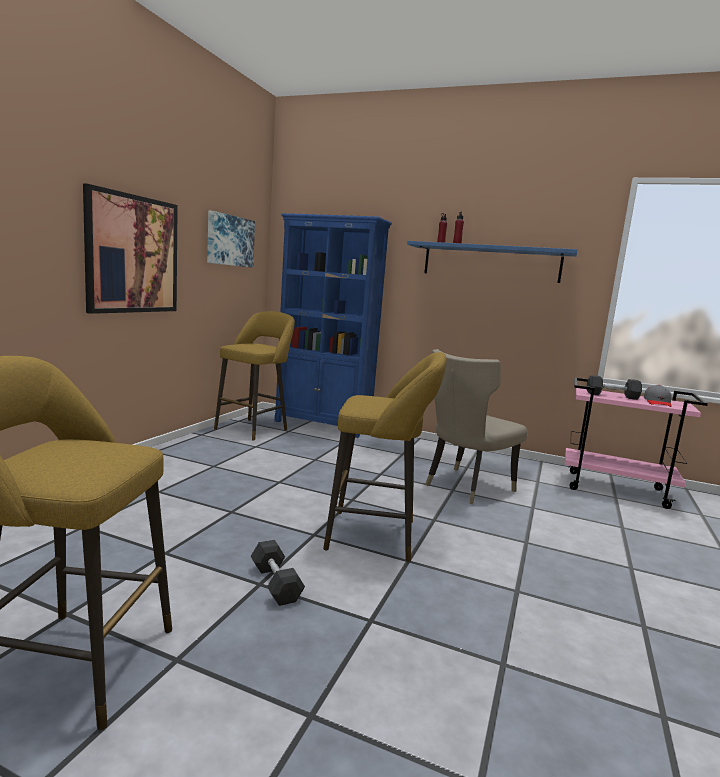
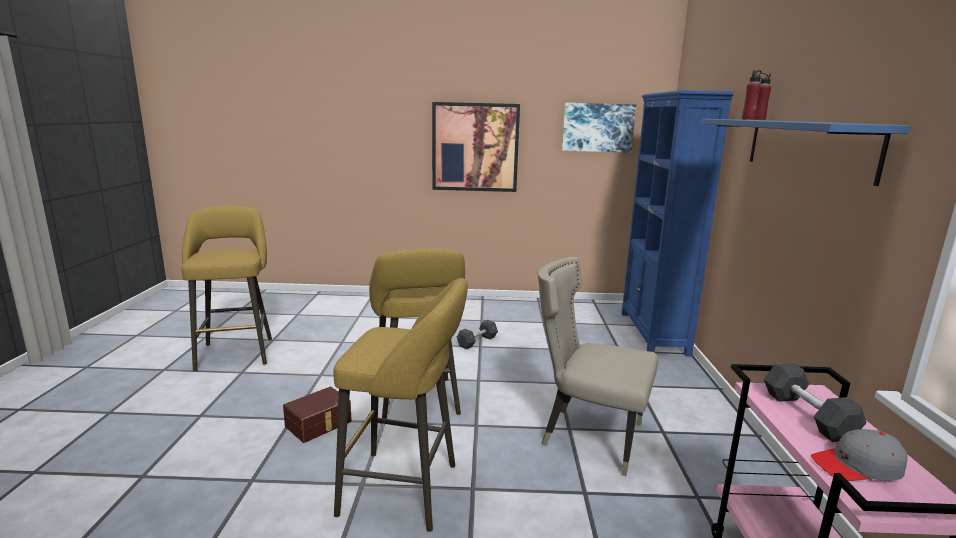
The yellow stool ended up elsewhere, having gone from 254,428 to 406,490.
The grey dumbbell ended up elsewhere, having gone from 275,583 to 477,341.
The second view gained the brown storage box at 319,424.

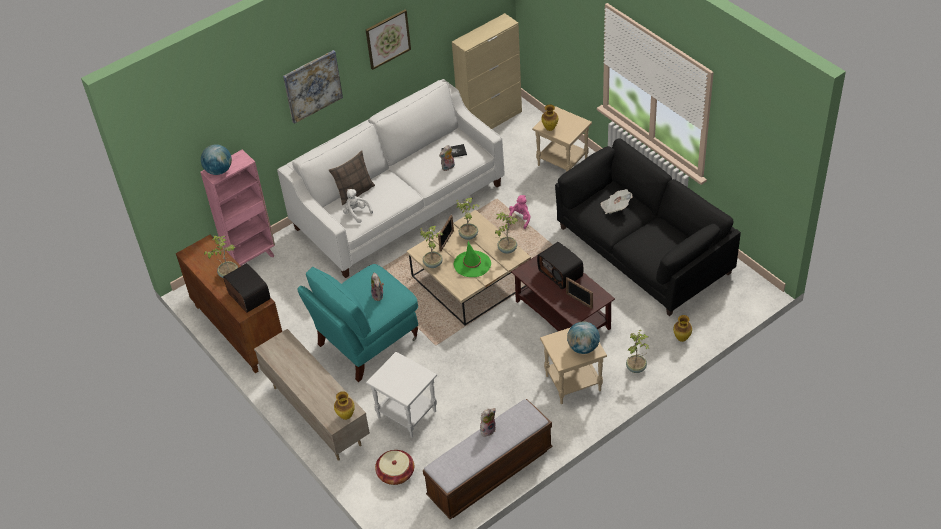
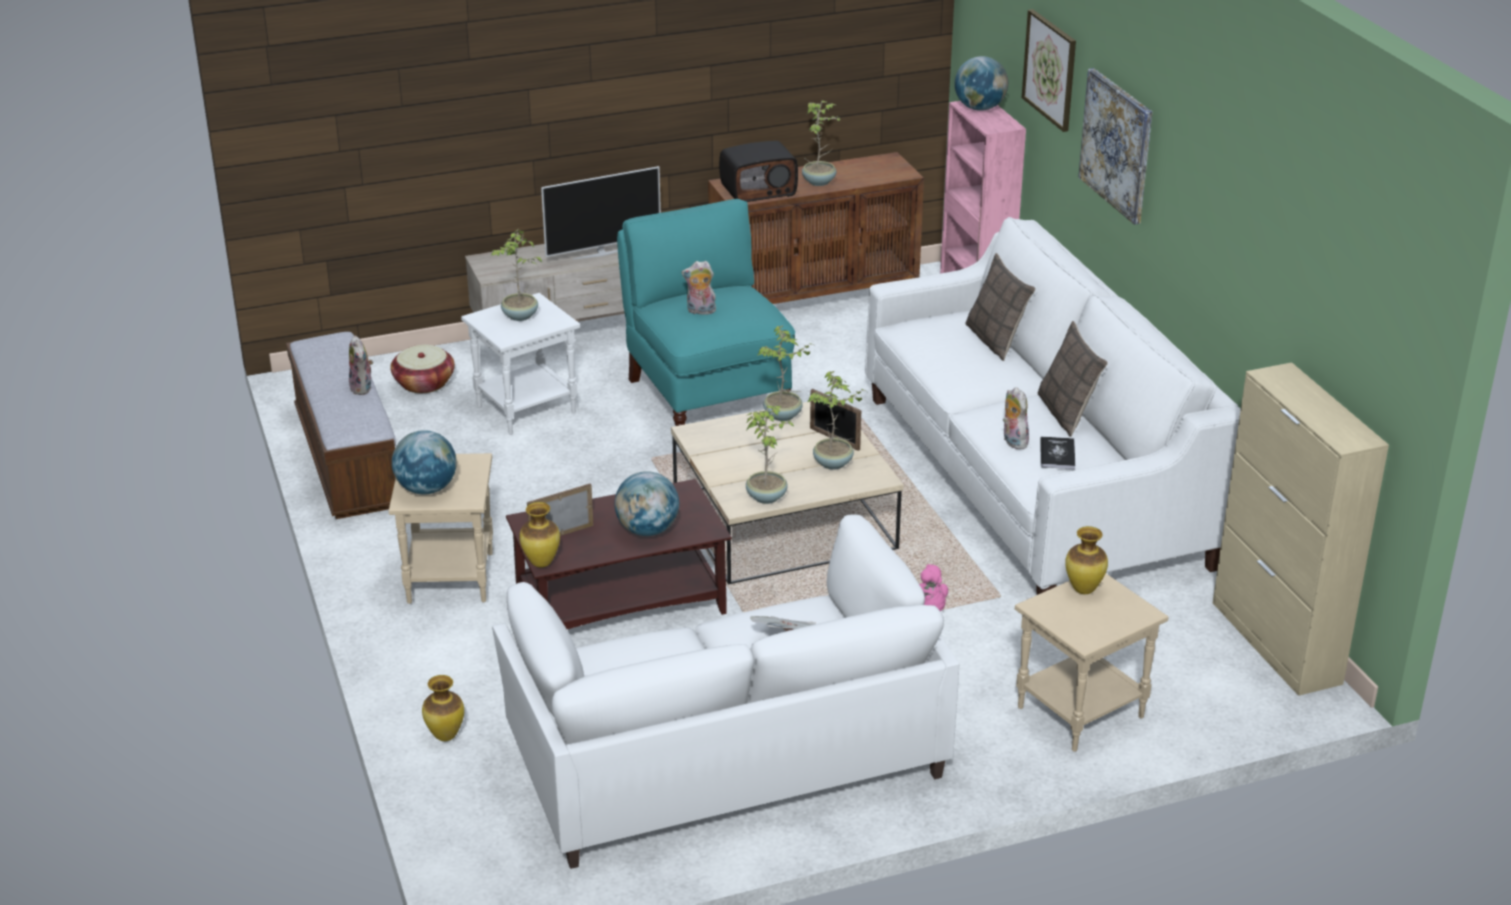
The vase ended up elsewhere, having gone from 346,416 to 541,563.
The second view lost the white plush toy at 356,213.
The picture ended up elsewhere, having gone from 387,39 to 1050,69.
The second view lost the green hat at 472,264.
Where the radio stood at 561,273, the globe came to stand at 647,530.
What was the black sofa at 643,251 turned into the white sofa at 725,755.
The potted plant ended up elsewhere, having gone from 636,368 to 519,316.
The second view gained the television at 602,253.
The second view gained the pillow at 1067,414.

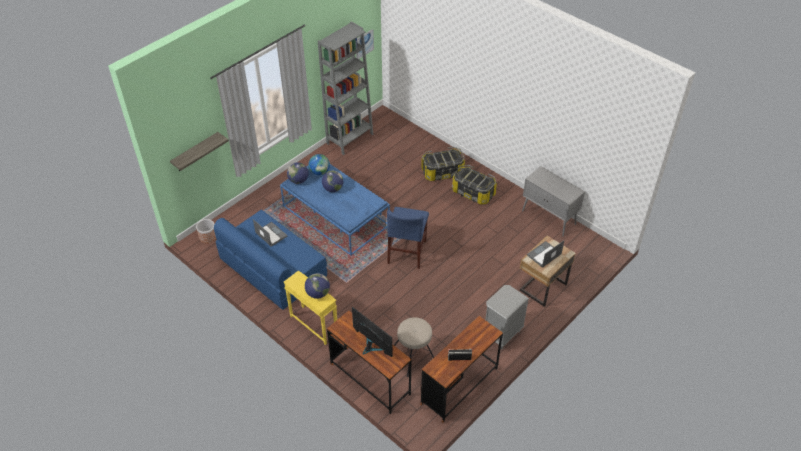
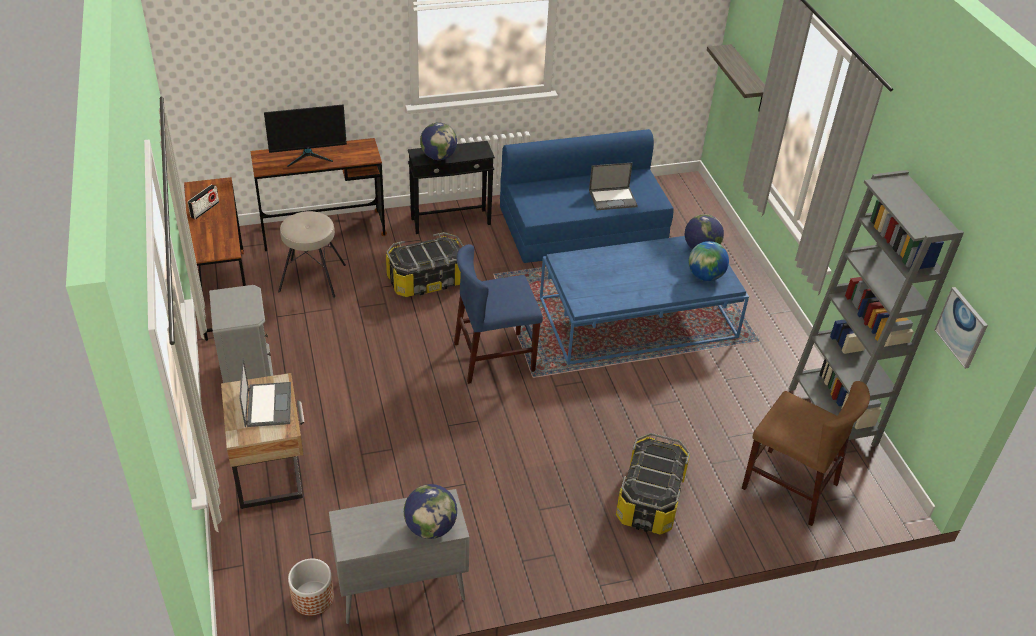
The planter ended up elsewhere, having gone from 208,236 to 313,598.
What was the yellow side table at 314,324 turned into the black side table at 451,221.
The globe ended up elsewhere, having gone from 333,189 to 430,527.
The blue chair at 407,252 ended up facing another way, 60 degrees counterclockwise from before.
The storage box ended up elsewhere, having gone from 473,193 to 426,280.
The second view gained the brown chair at 789,486.

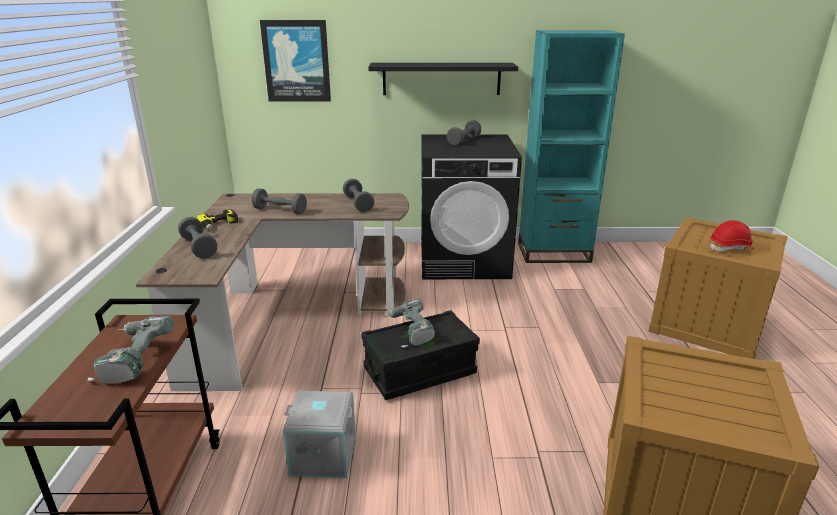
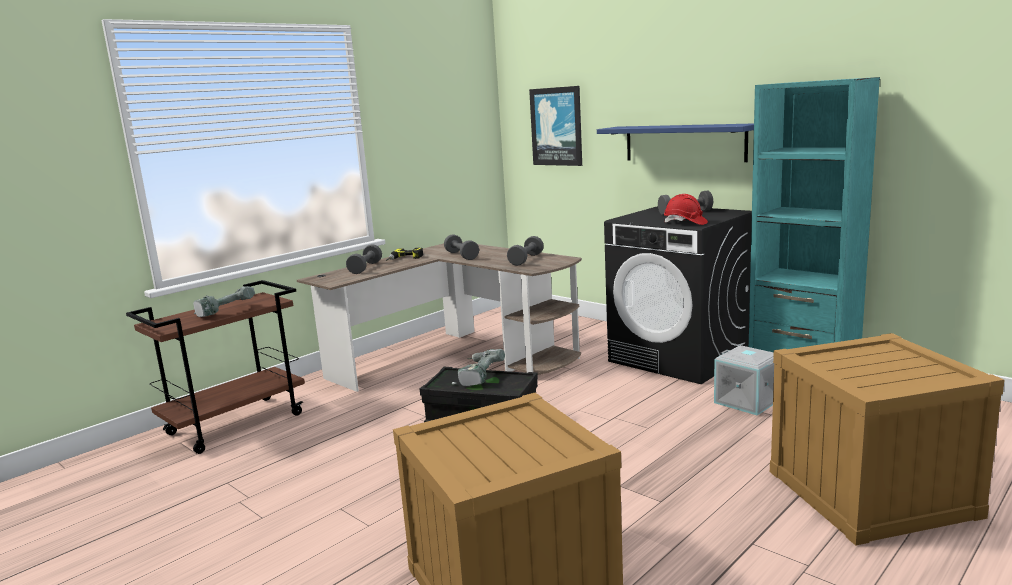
The grey storage box ended up elsewhere, having gone from 324,454 to 748,401.
What was the black shelf at 441,79 turned into the blue shelf at 684,143.
The red hard hat ended up elsewhere, having gone from 731,248 to 685,223.

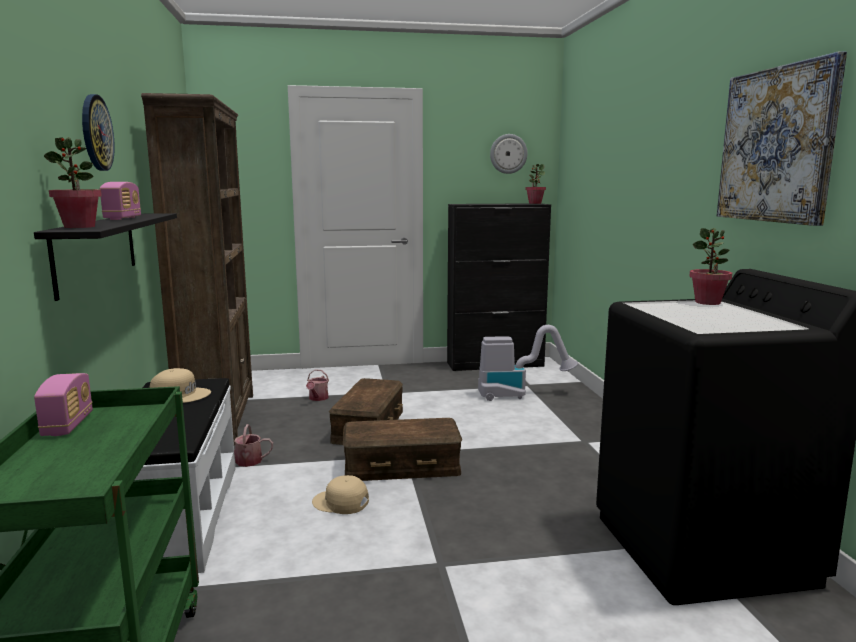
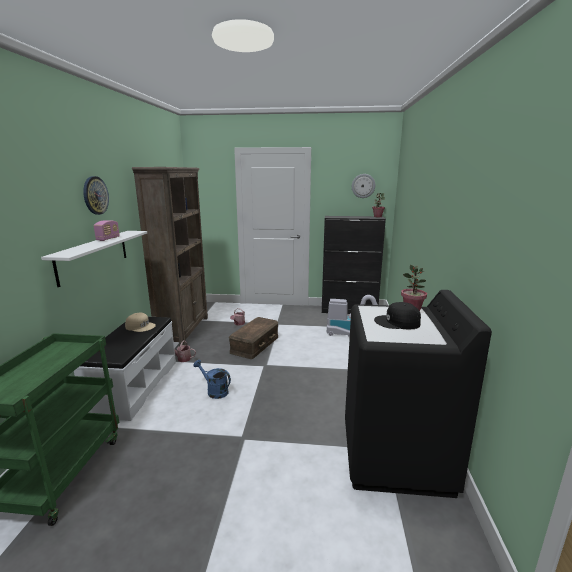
What was the black shelf at 97,250 turned into the white shelf at 94,256.
The second view lost the radio at 68,425.
The second view lost the potted plant at 79,227.
Where the beige cap stood at 340,502, the blue watering can came to stand at 214,391.
The second view lost the brown storage box at 401,466.
The second view lost the picture at 776,145.
The second view gained the black cap at 397,322.

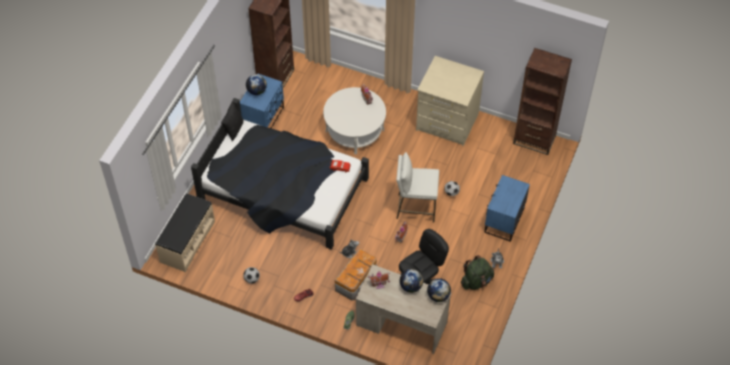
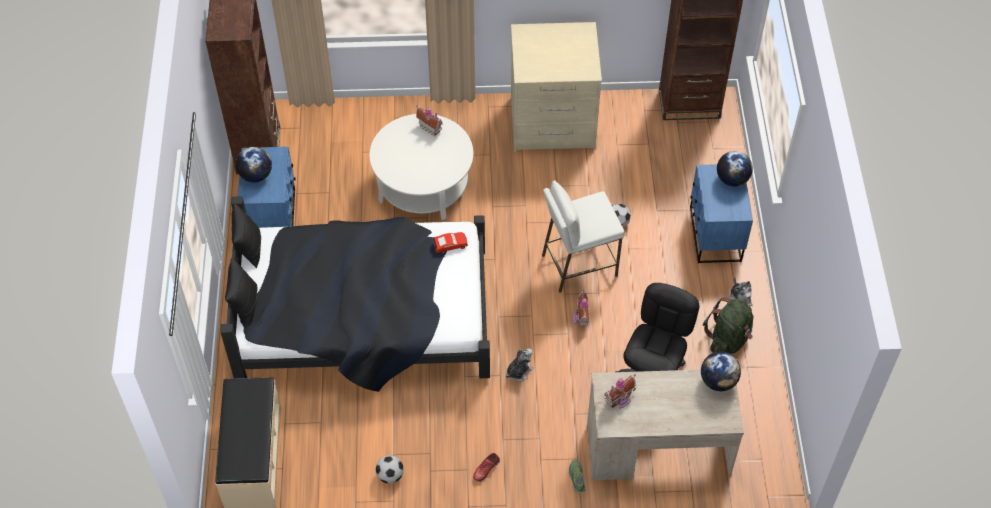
The second view lost the storage box at 356,279.
The globe ended up elsewhere, having gone from 410,286 to 732,179.
The second view gained the black pillow at 245,304.

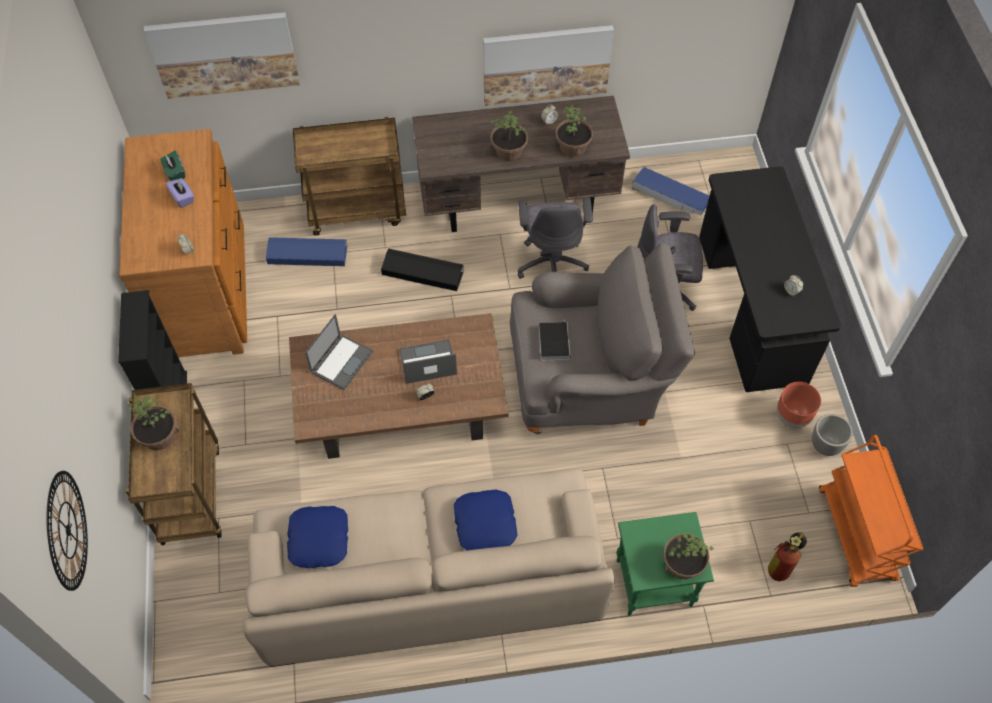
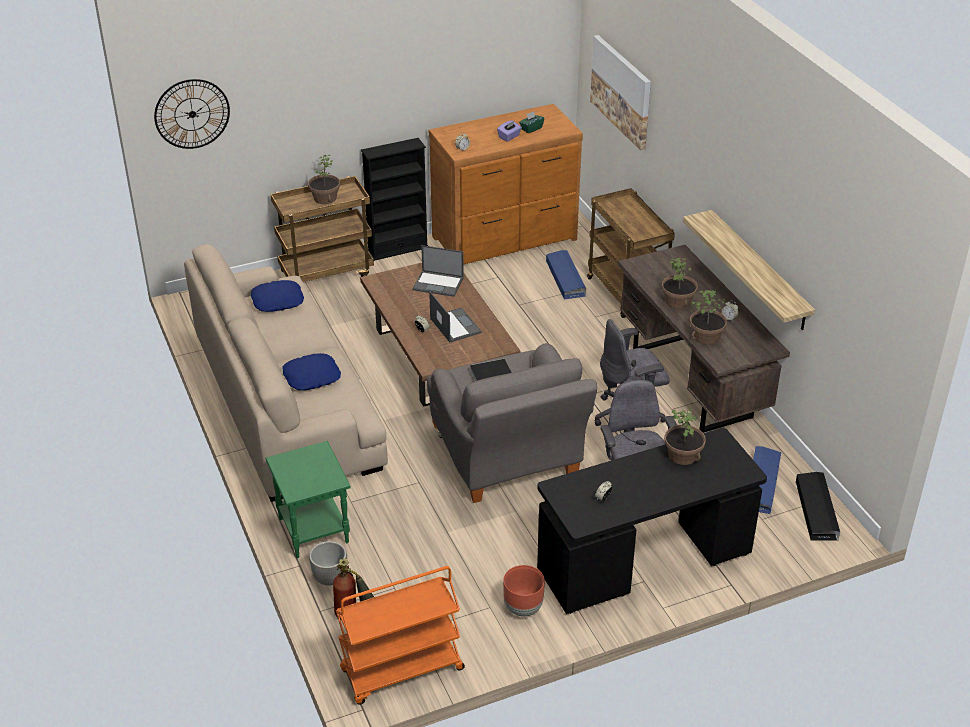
The black storage box ended up elsewhere, having gone from 422,273 to 816,510.
Where the picture hung at 546,64, the shelf came to hang at 759,270.
The potted plant ended up elsewhere, having gone from 682,563 to 683,455.
The planter ended up elsewhere, having gone from 825,445 to 330,578.

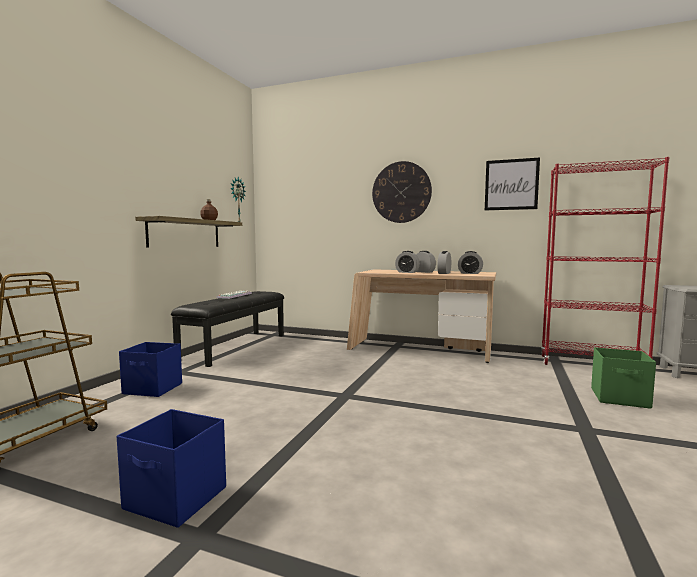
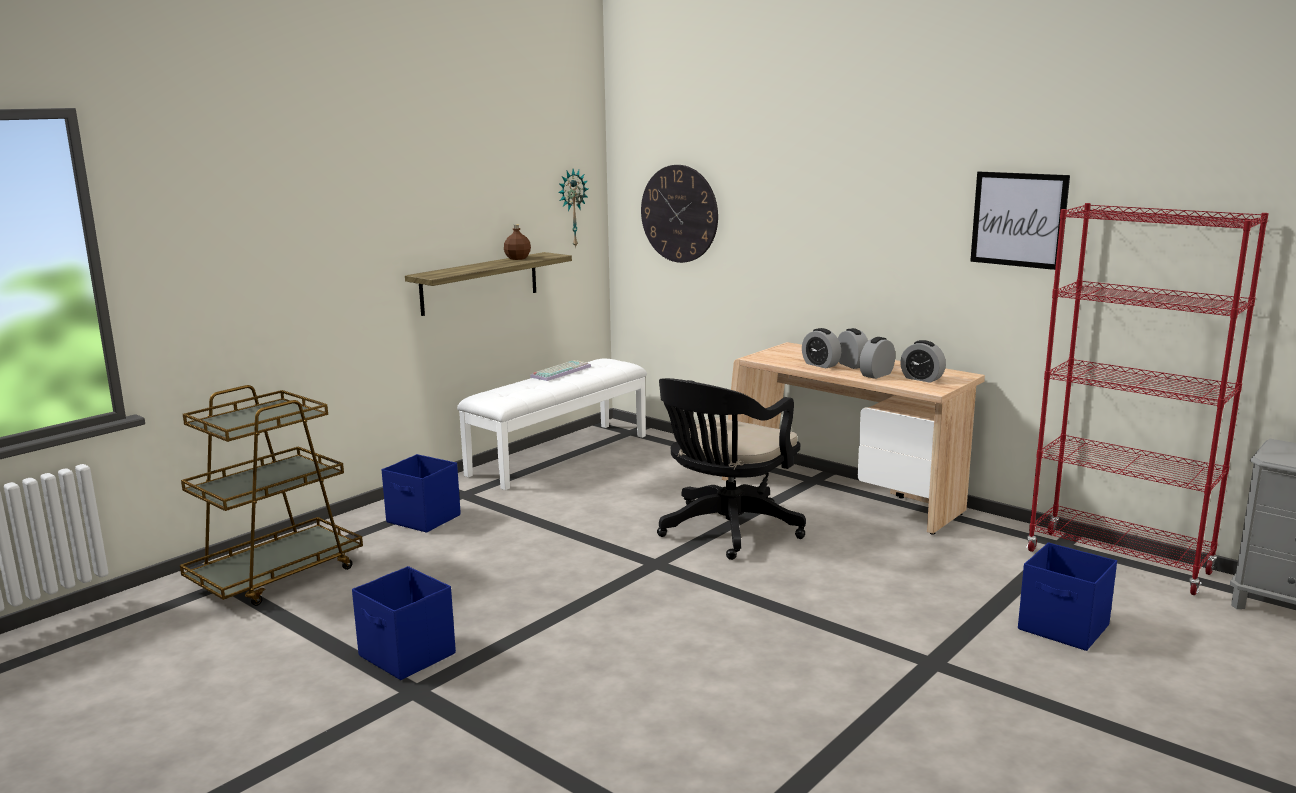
What was the black bench at 235,347 turned into the white bench at 558,454.
The wall clock ended up elsewhere, having gone from 401,192 to 679,214.
What was the green storage box at 620,398 turned into the blue storage box at 1064,628.
The second view gained the black office chair at 726,531.

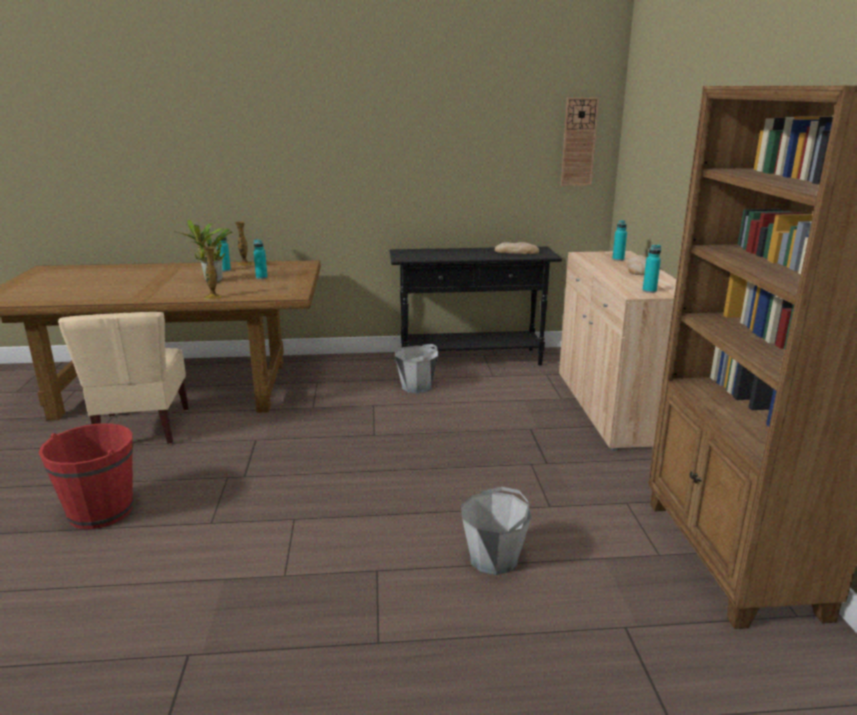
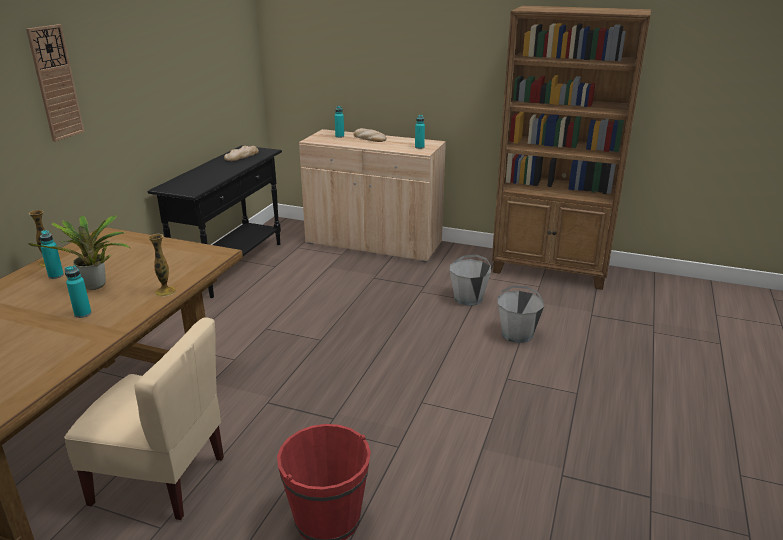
The turquoise bottle ended up elsewhere, having gone from 261,277 to 83,314.
The grey bucket ended up elsewhere, having gone from 417,387 to 468,298.
The wall clock ended up elsewhere, having gone from 579,142 to 55,83.

